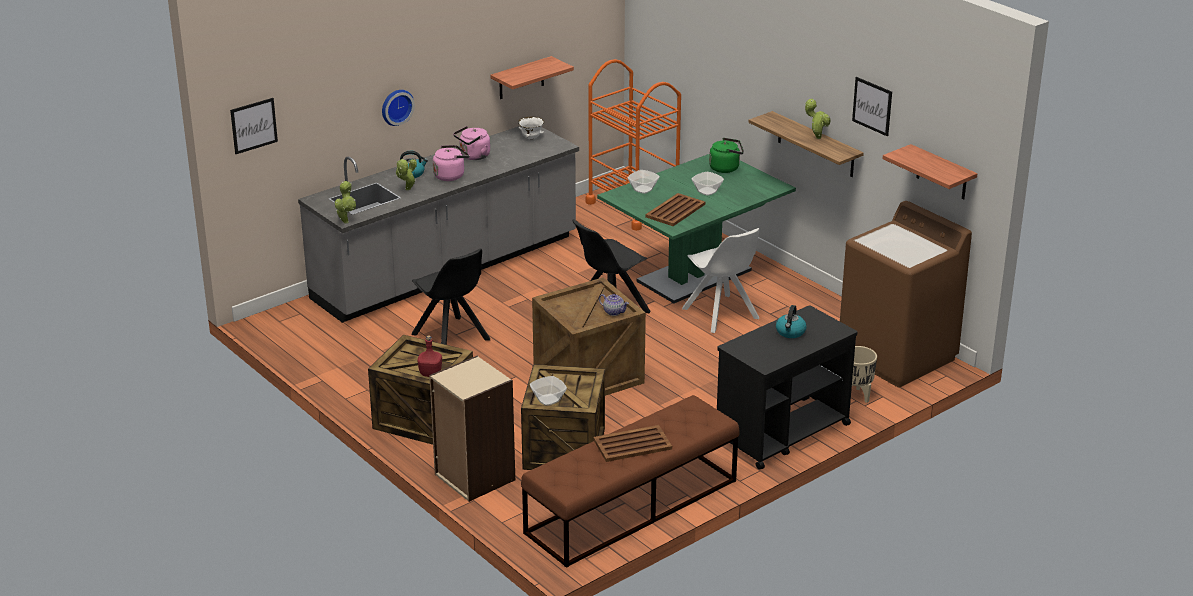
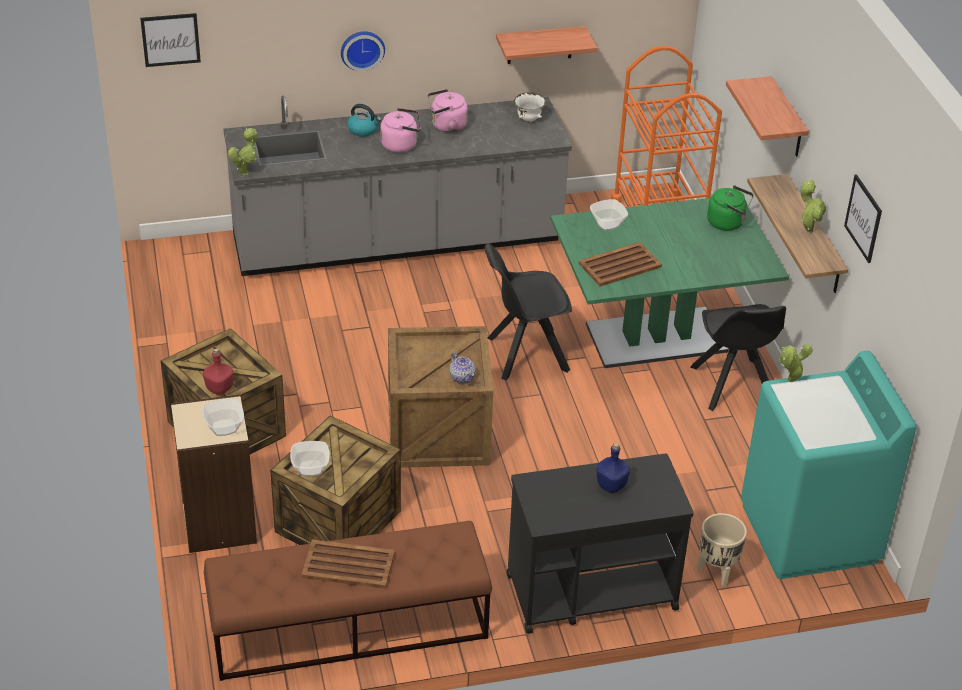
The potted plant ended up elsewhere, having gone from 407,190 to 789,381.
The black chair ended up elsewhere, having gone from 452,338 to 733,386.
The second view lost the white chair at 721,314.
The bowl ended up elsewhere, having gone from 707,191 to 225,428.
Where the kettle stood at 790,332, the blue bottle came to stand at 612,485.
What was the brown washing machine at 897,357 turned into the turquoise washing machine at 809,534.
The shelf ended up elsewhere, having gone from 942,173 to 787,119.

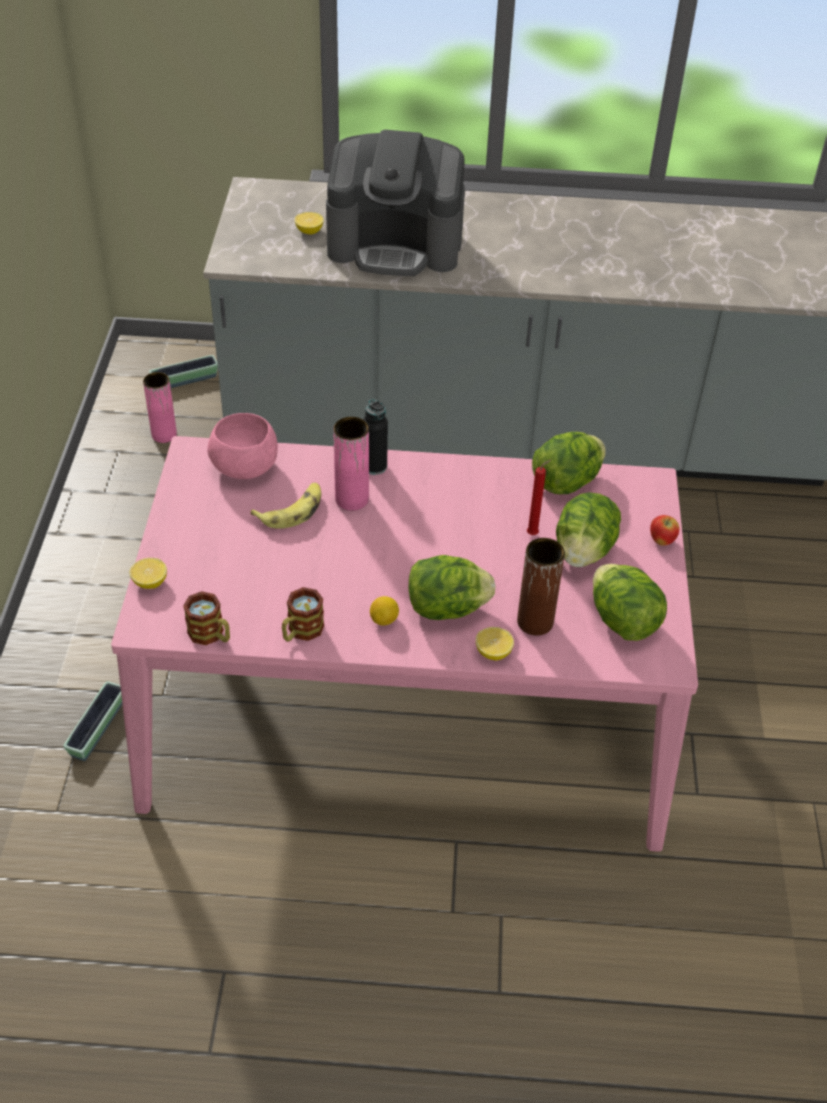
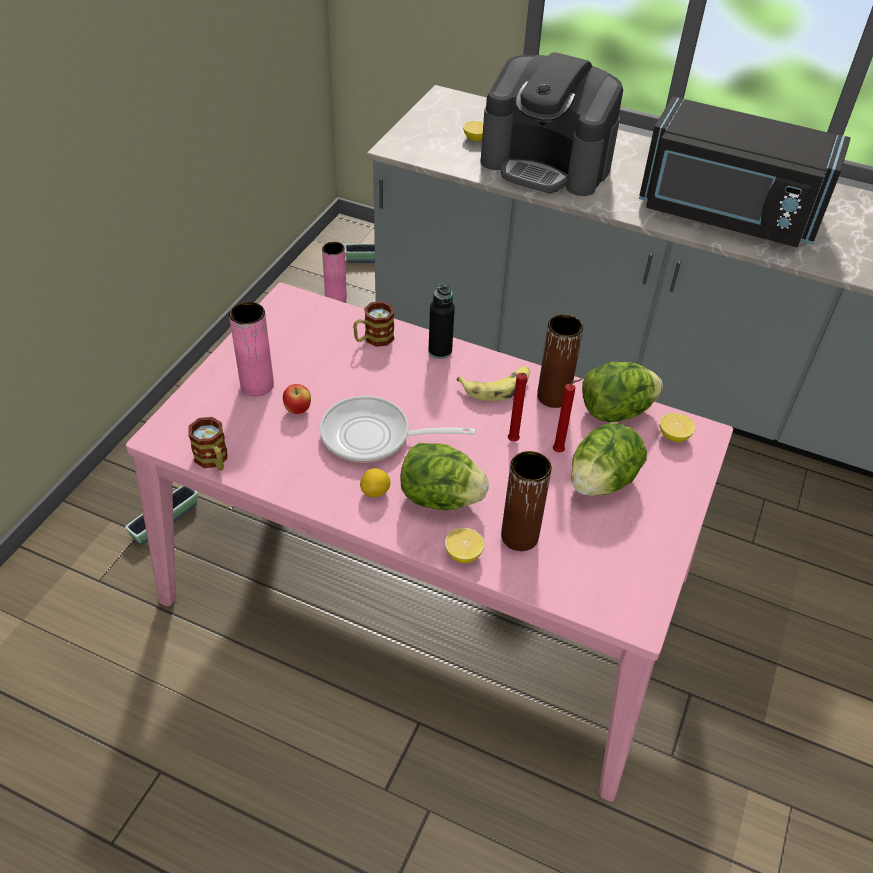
The lemon ended up elsewhere, having gone from 150,582 to 673,436.
The second view lost the pink bowl at 244,466.
The banana ended up elsewhere, having gone from 292,510 to 497,387.
The mug ended up elsewhere, having gone from 301,632 to 373,339.
The pink vase ended up elsewhere, having gone from 352,499 to 257,385.
The second view lost the lettuce at 622,621.
The apple ended up elsewhere, having gone from 661,541 to 298,410.
The second view gained the frying pan at 374,437.
The second view gained the red candle at 513,442.
The second view gained the brown vase at 553,396.
The second view gained the black microwave at 726,214.

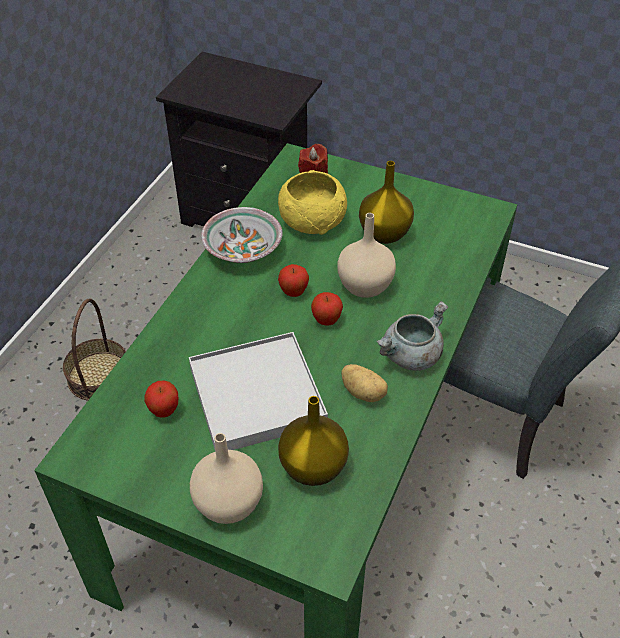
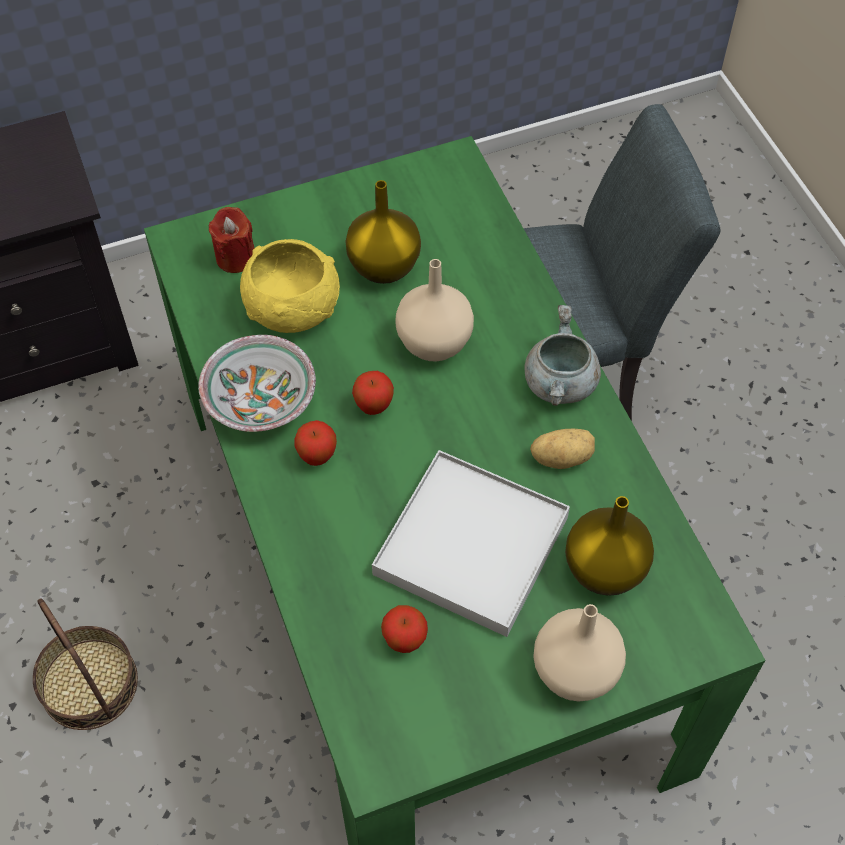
The apple ended up elsewhere, having gone from 326,321 to 317,457.

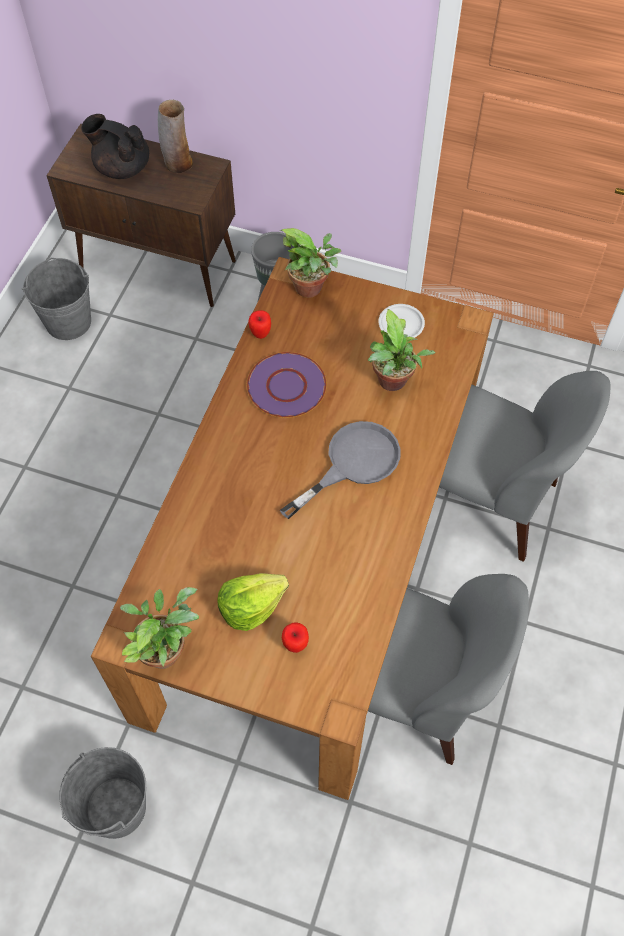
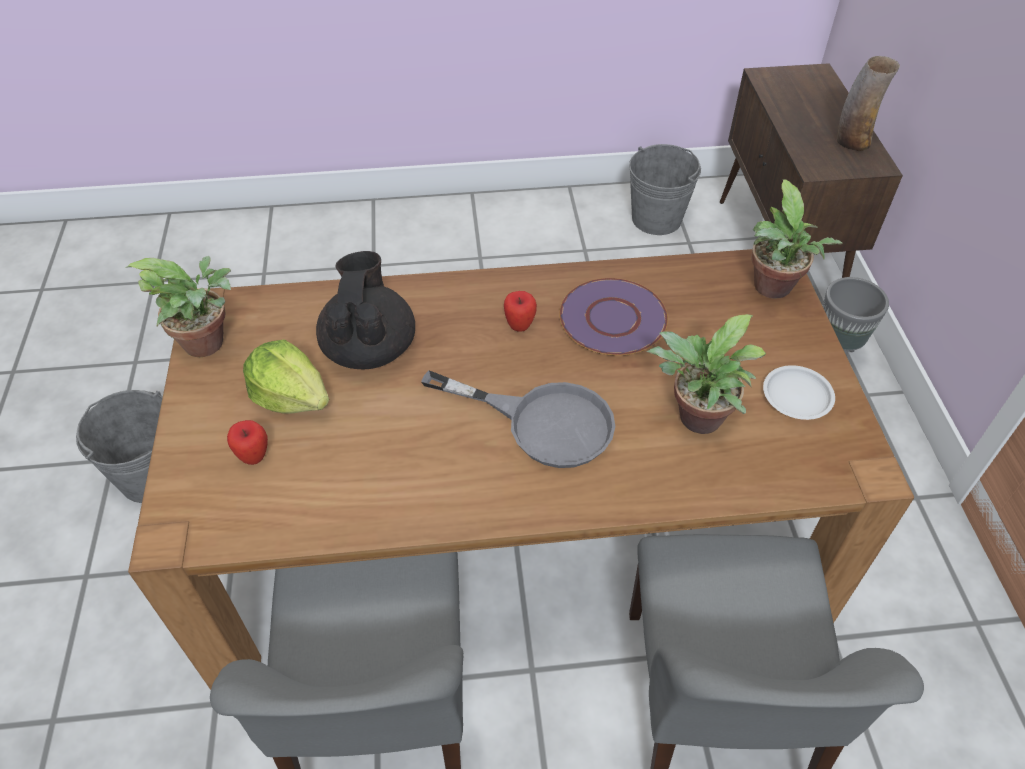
The black teapot ended up elsewhere, having gone from 122,168 to 369,348.
The apple ended up elsewhere, having gone from 260,333 to 519,325.

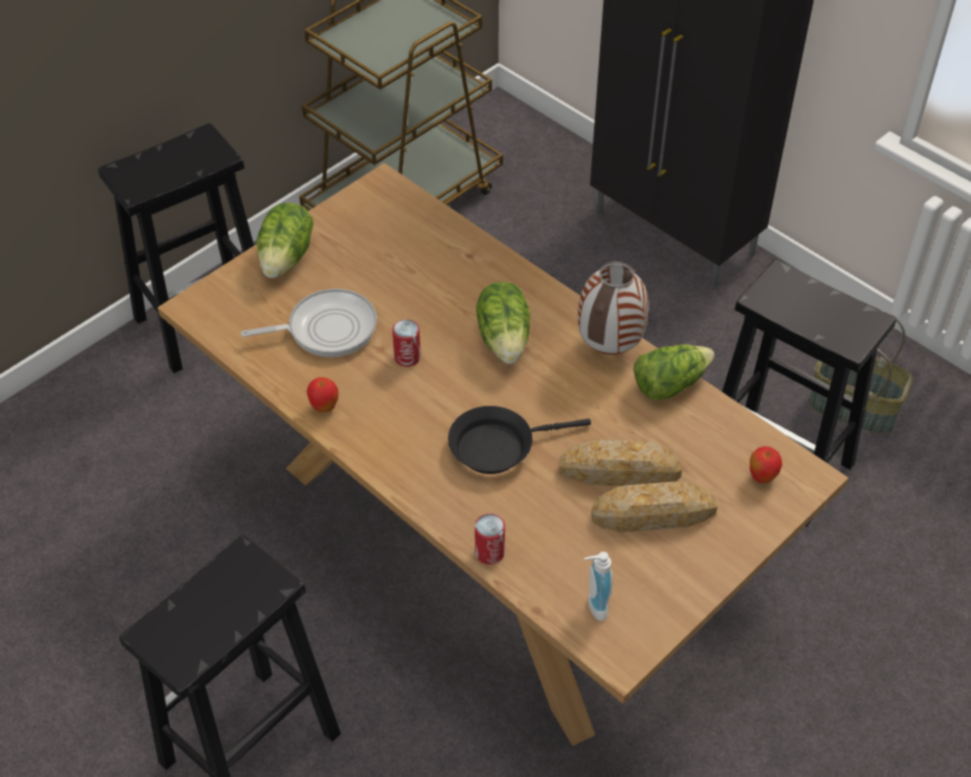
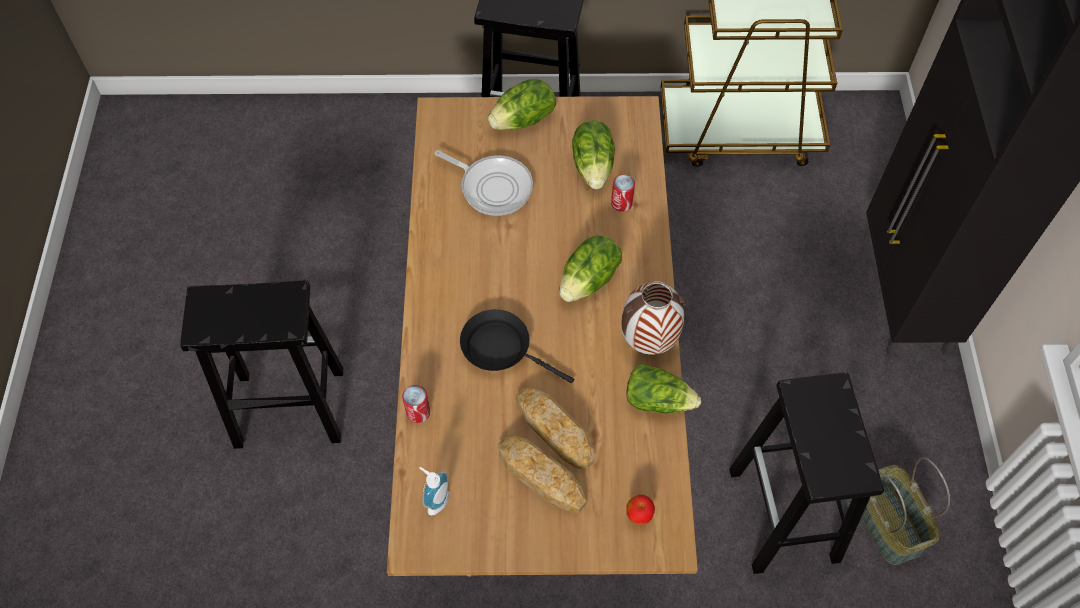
The second view lost the apple at 324,407.
The can ended up elsewhere, having gone from 407,357 to 621,203.
The second view gained the lettuce at 594,166.

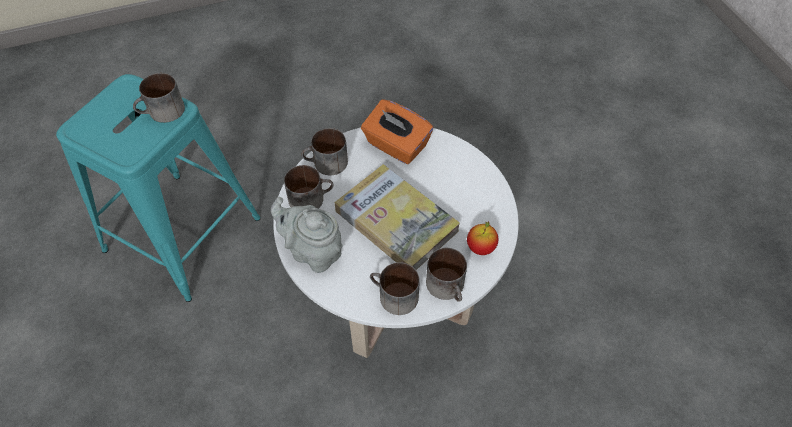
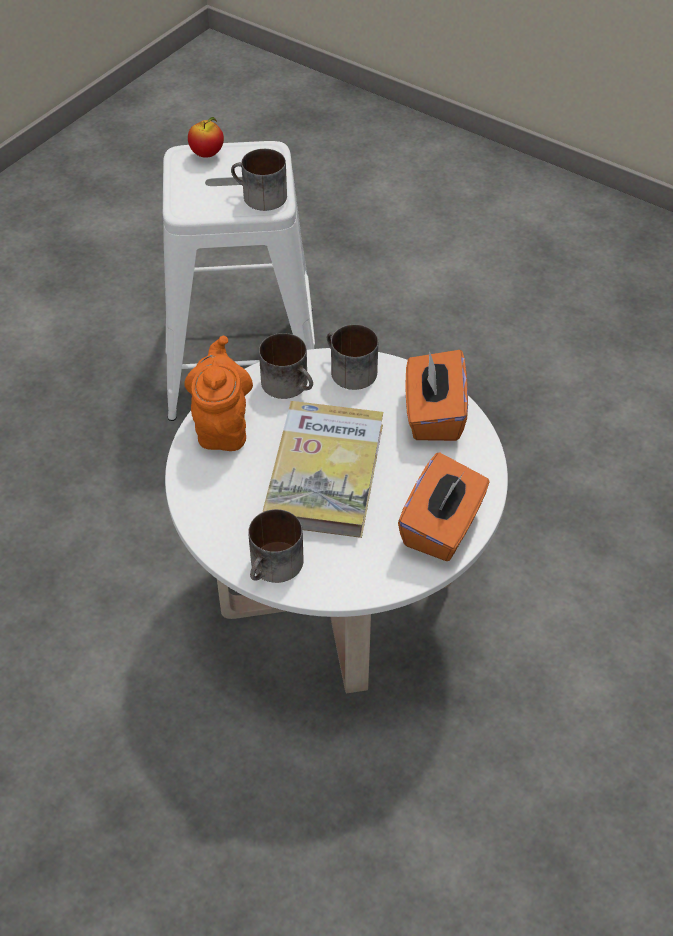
What was the turquoise stool at 182,233 turned into the white stool at 243,361.
What was the grey teapot at 313,252 turned into the orange teapot at 222,426.
The second view lost the mug at 393,297.
The apple ended up elsewhere, having gone from 481,248 to 207,154.
The second view gained the orange tissue box at 442,527.

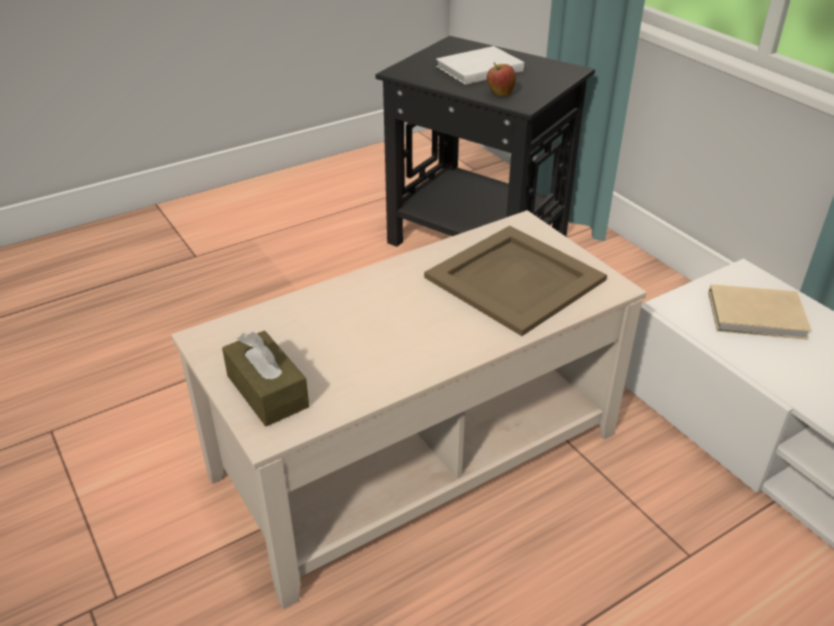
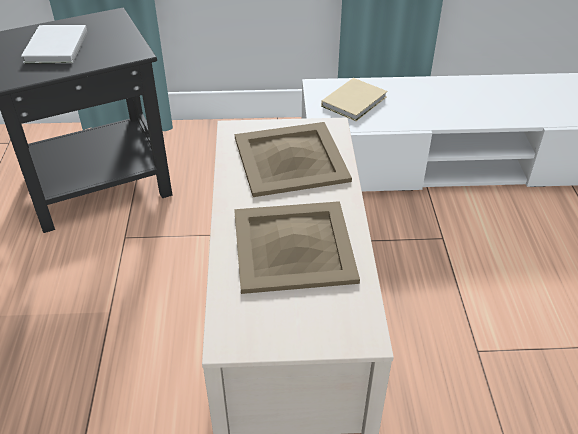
The second view lost the brown tissue box at 267,391.
The second view lost the apple at 500,94.
The second view gained the beige tray at 294,245.

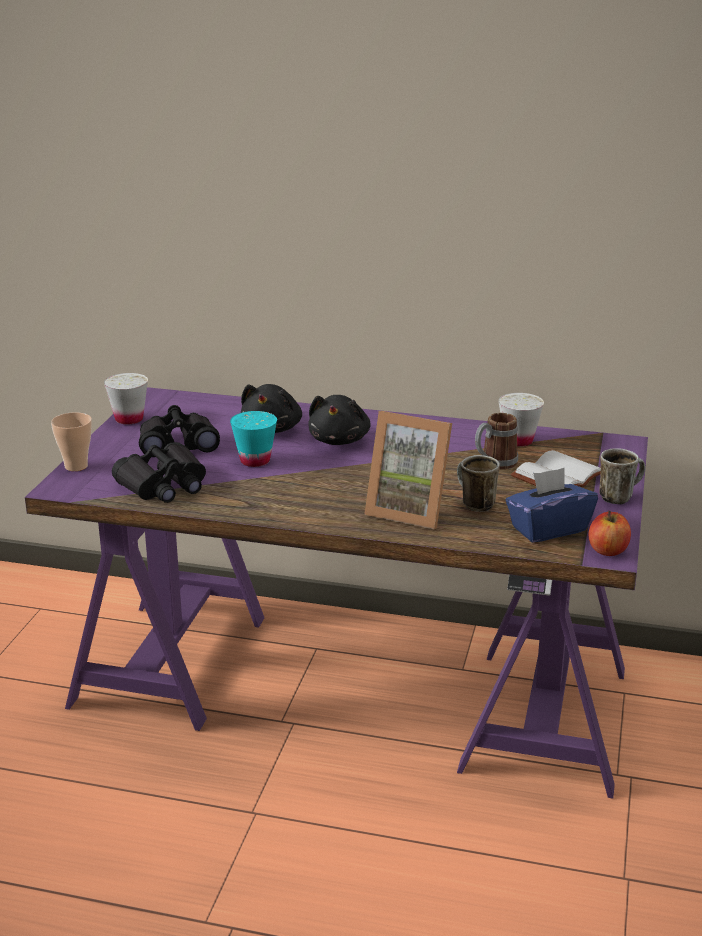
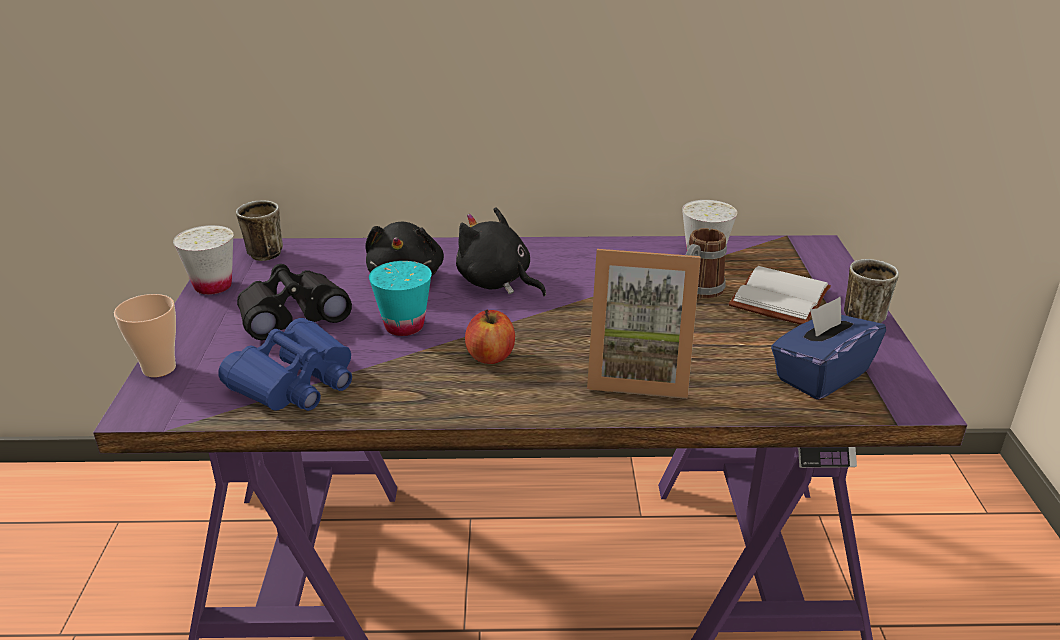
What was the black binoculars at 164,485 turned into the blue binoculars at 295,382.
The black plush toy at 339,440 ended up facing another way, 135 degrees clockwise from before.
The mug ended up elsewhere, having gone from 473,504 to 259,253.
The apple ended up elsewhere, having gone from 608,550 to 490,356.

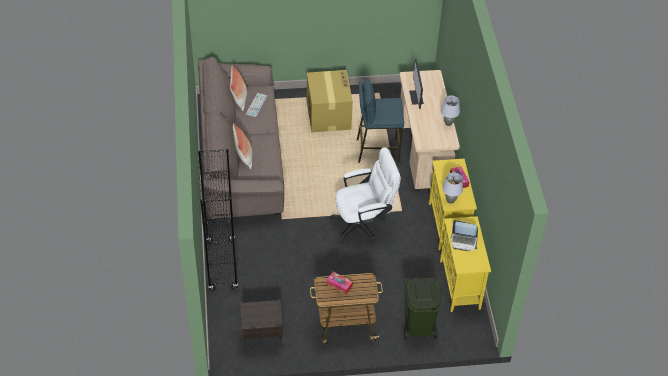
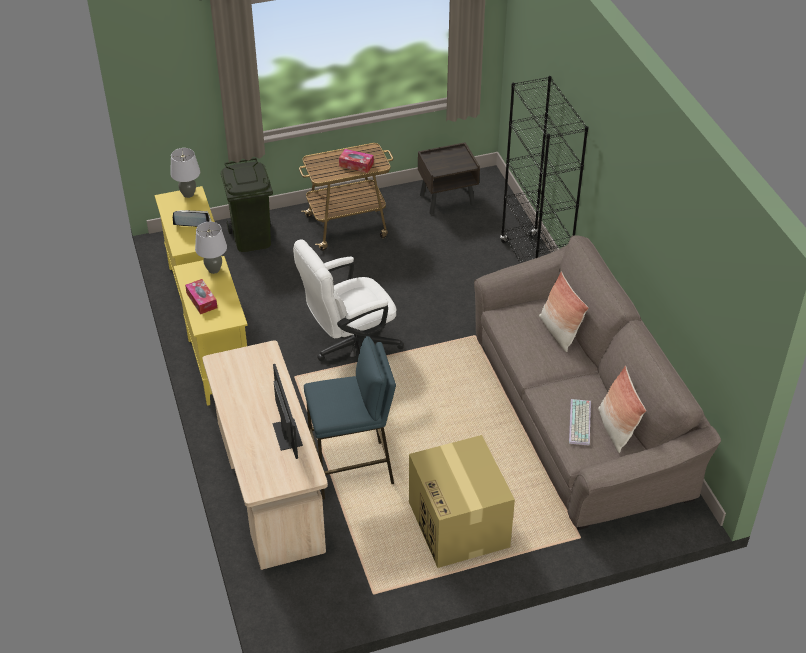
The grey table lamp ended up elsewhere, having gone from 448,123 to 188,194.

